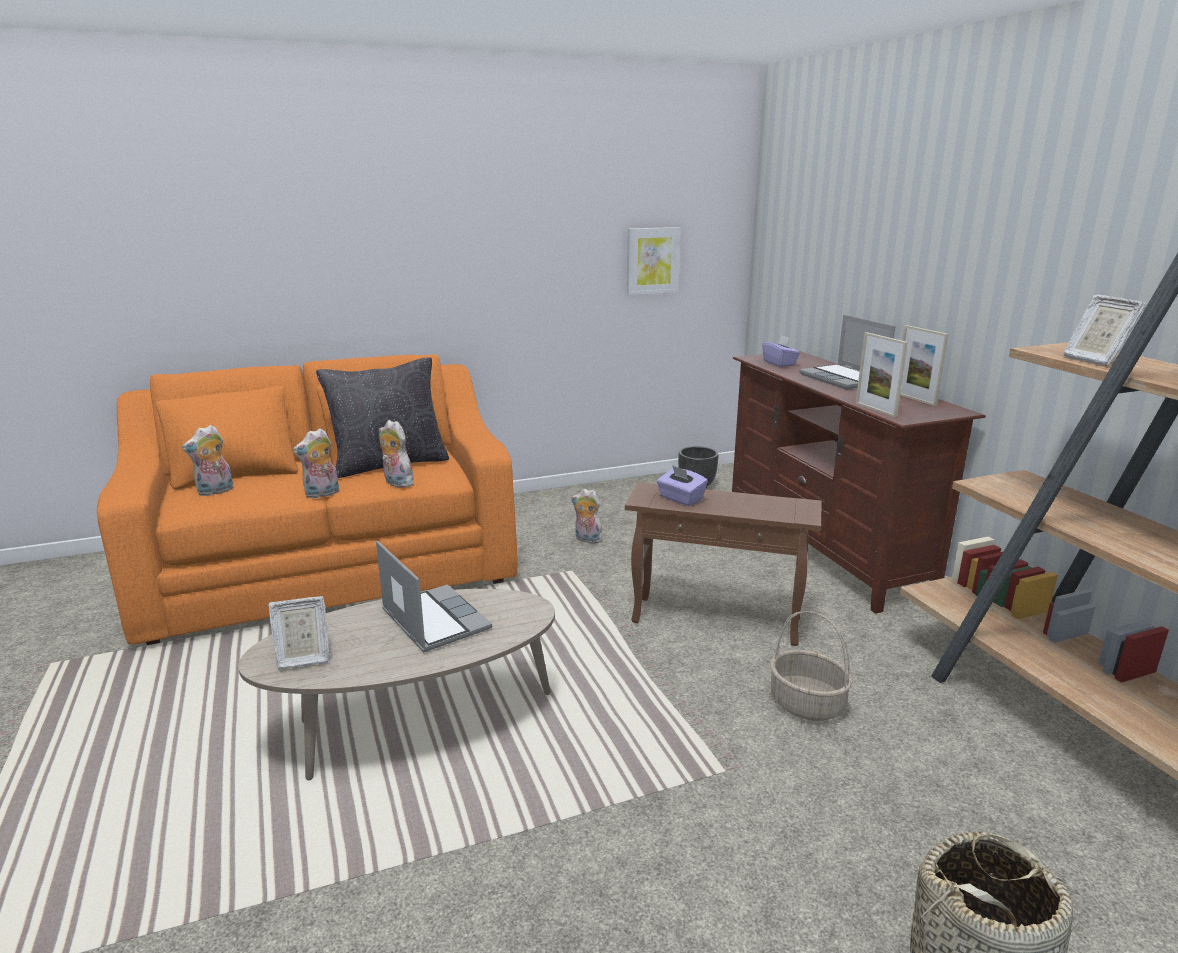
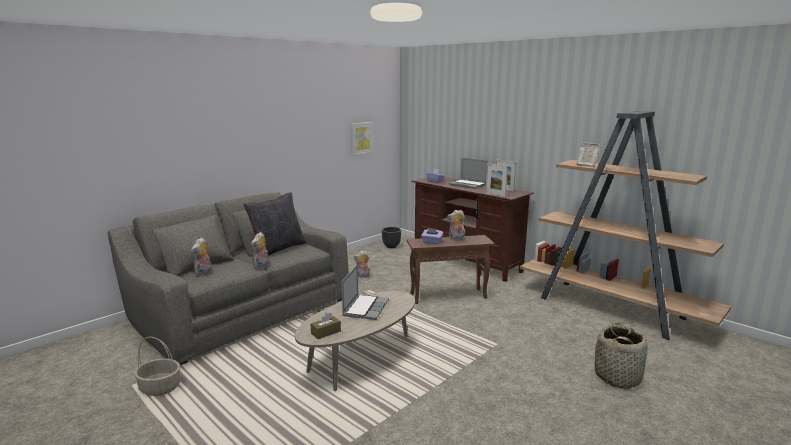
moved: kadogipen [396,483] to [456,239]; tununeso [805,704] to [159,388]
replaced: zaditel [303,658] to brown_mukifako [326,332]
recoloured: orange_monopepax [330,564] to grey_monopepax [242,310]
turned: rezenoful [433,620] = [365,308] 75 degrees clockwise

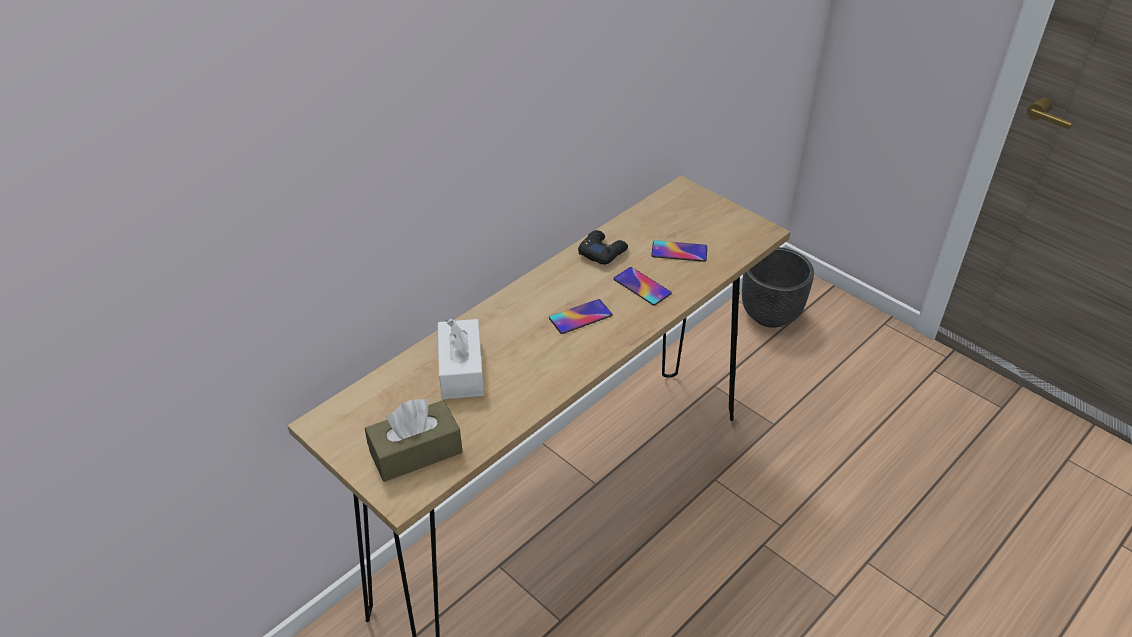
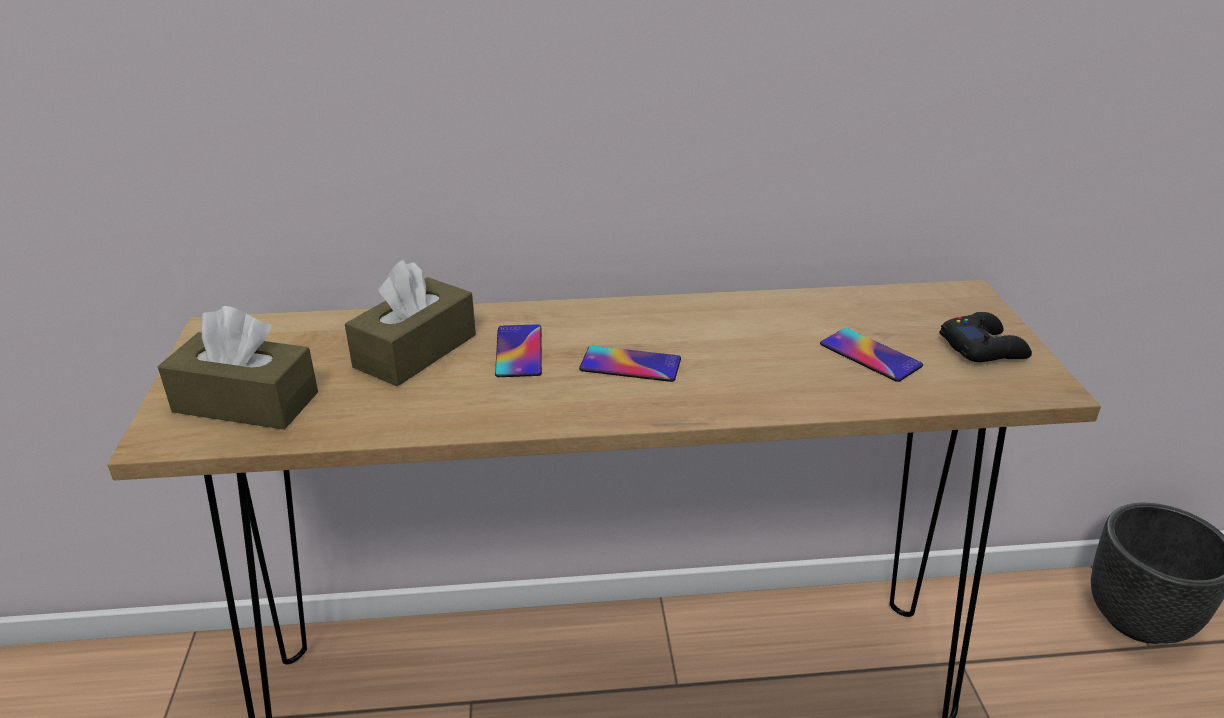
moved: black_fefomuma [602,252] to [983,348]; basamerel [642,286] to [519,351]
recoloured: white_mukifako [461,370] to brown_mukifako [415,351]

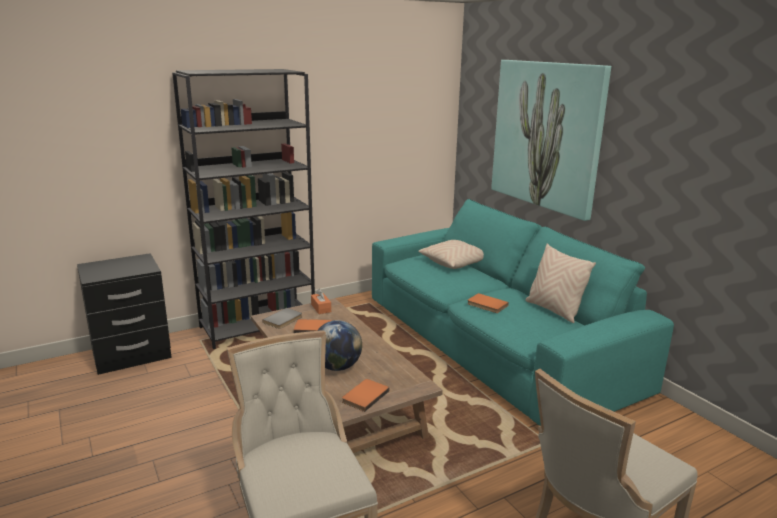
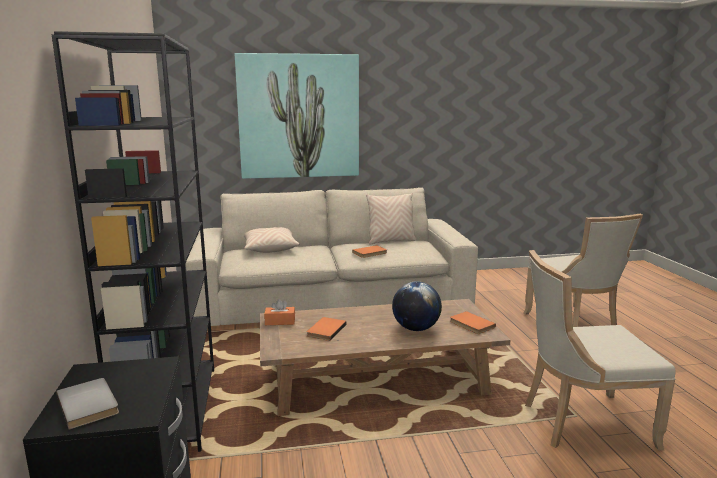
moved: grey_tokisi [284,320] to [90,404]
recoloured: turquoise_monopepax [491,343] to beige_monopepax [332,300]

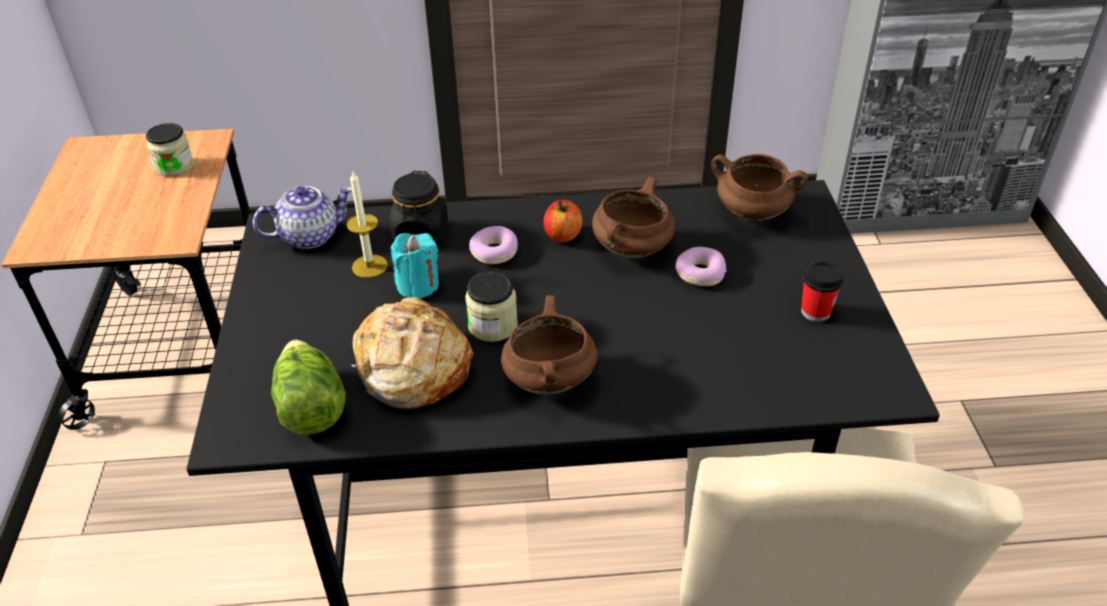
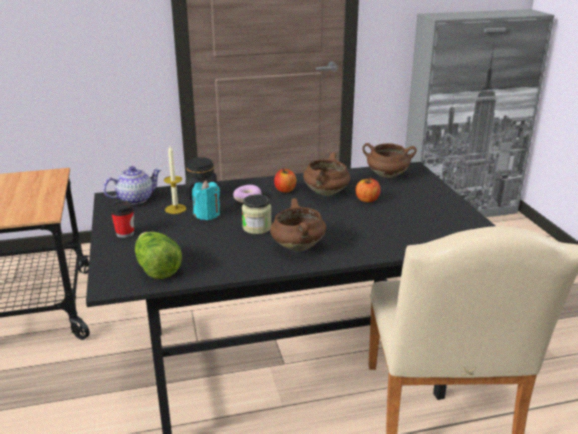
removed: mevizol [175,166]; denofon [412,368]
moved: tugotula [815,312] to [125,233]
replaced: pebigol [699,273] to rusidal [367,200]

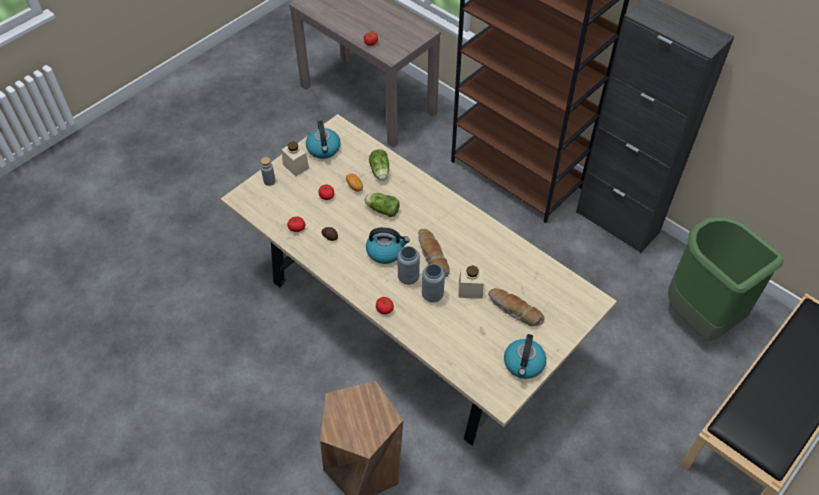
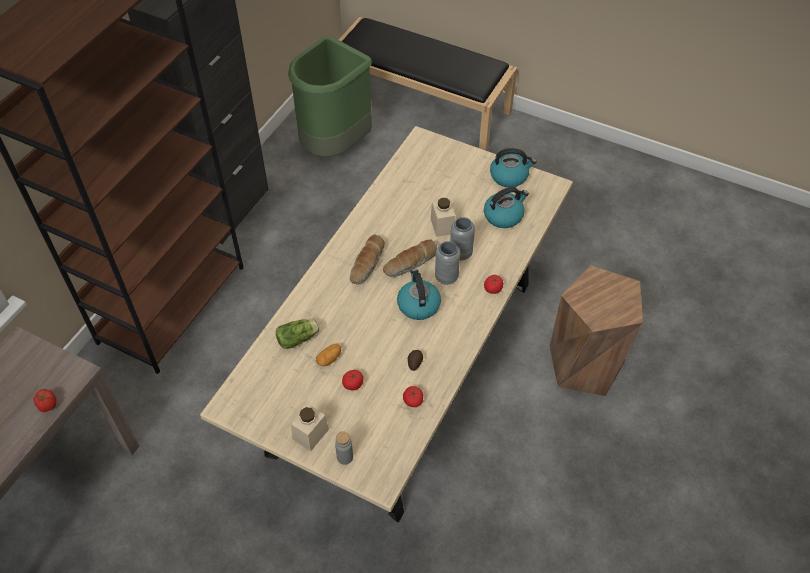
removed: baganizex [381,209]
moved: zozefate [324,149] to [504,215]; denofon [514,311] to [368,264]

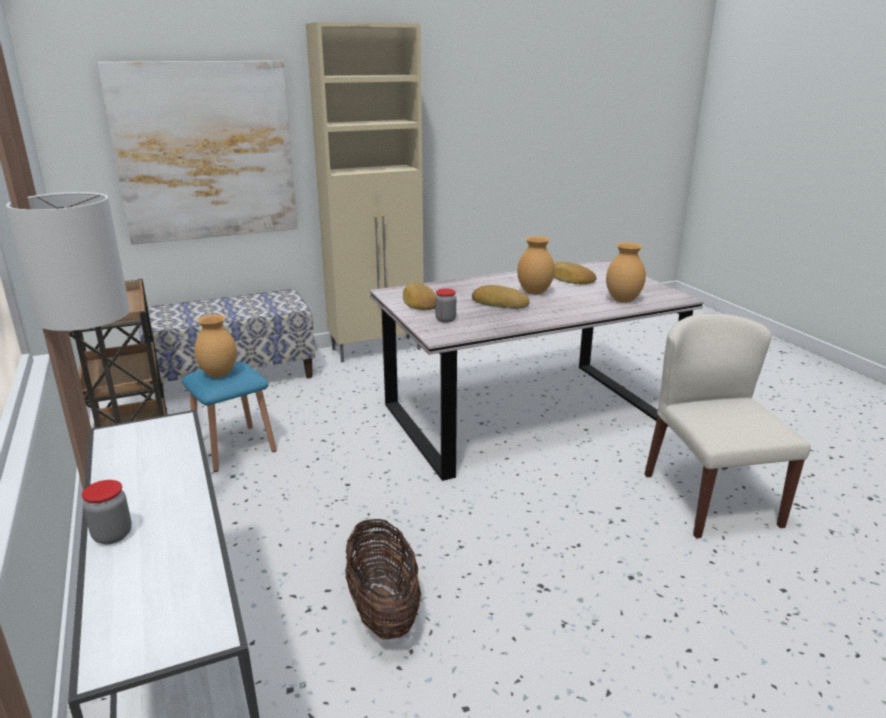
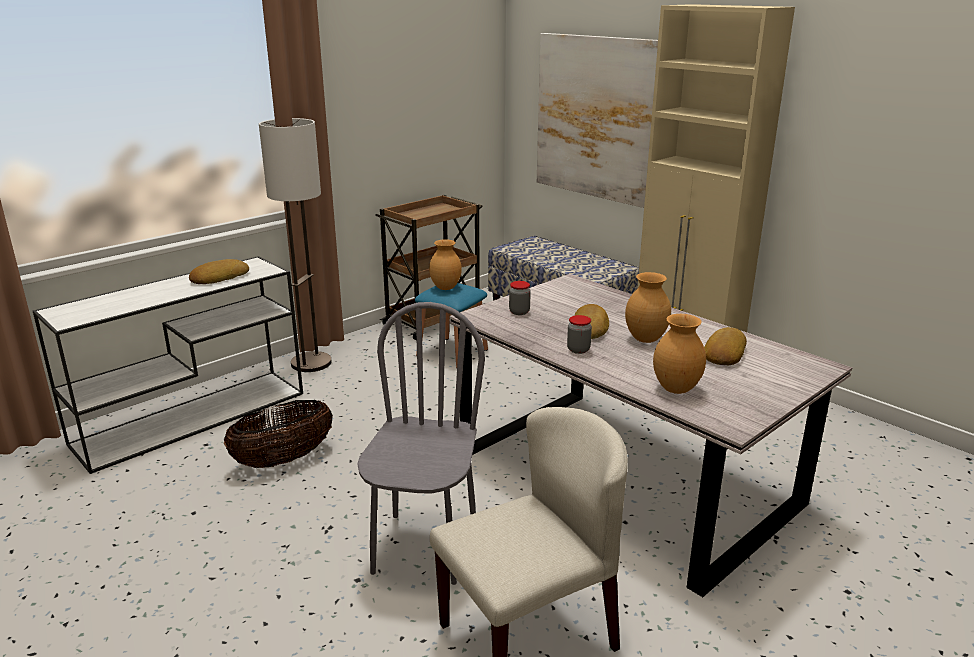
added: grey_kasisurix [424,548]
moved: mevizol [112,535] to [578,350]; denofon [419,302] to [219,277]

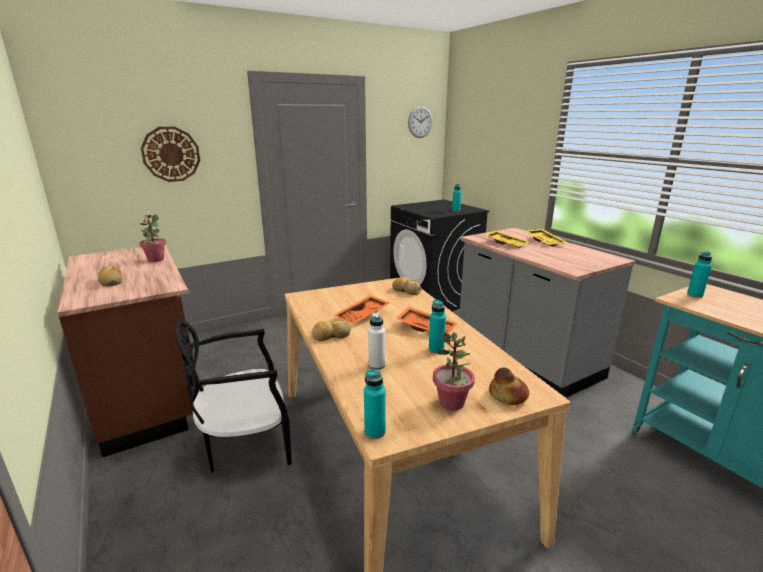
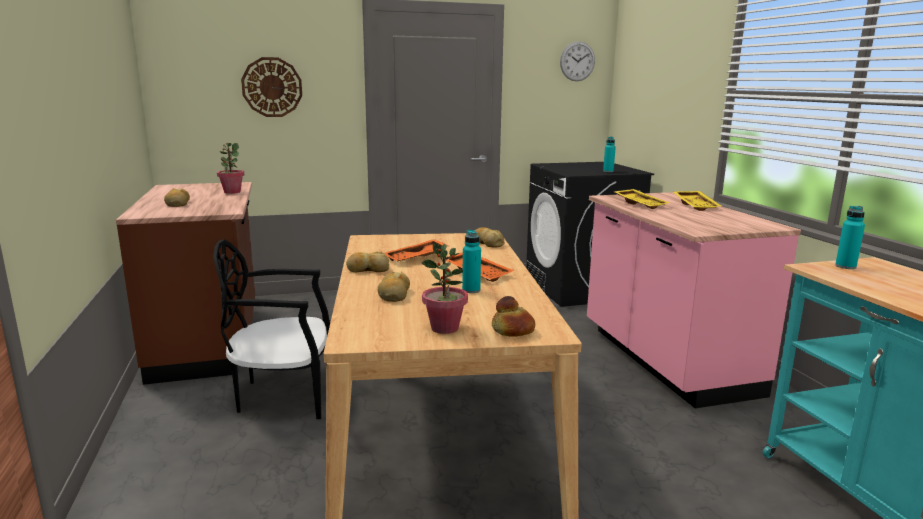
removed: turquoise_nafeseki [374,432]
replaced: white_nafeseki [376,365] to denofon [394,294]
recoloured: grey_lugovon [525,357] to pink_lugovon [665,361]

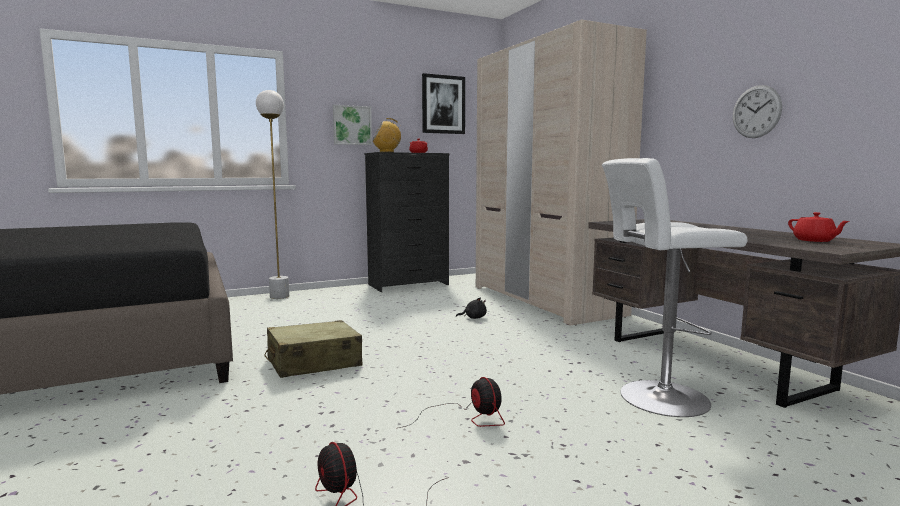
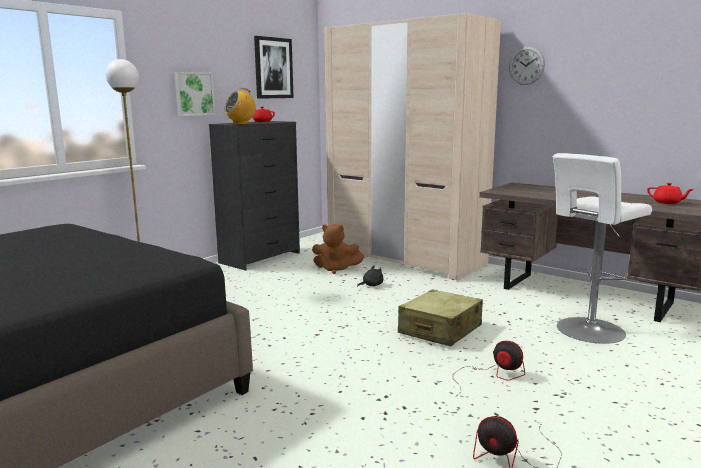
added: brown_kadogipen [336,269]
moved: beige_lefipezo [313,363] to [440,330]; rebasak [756,112] to [526,65]

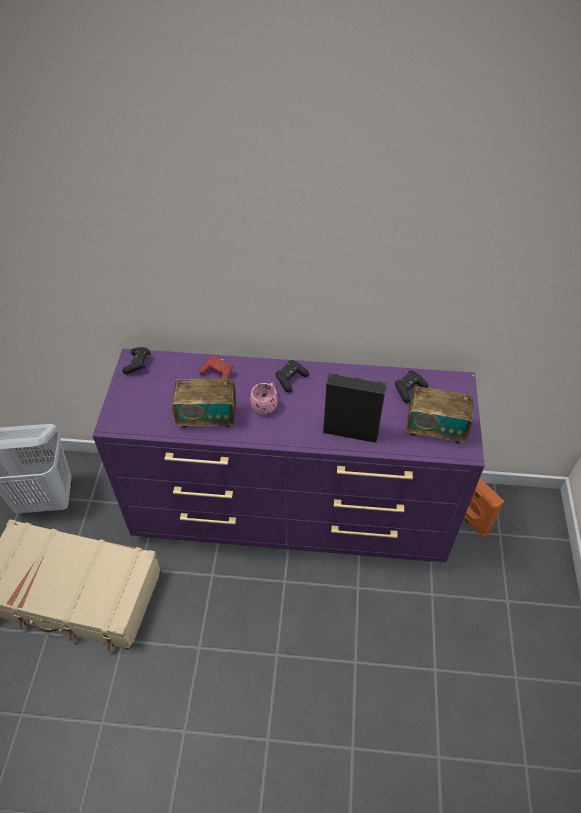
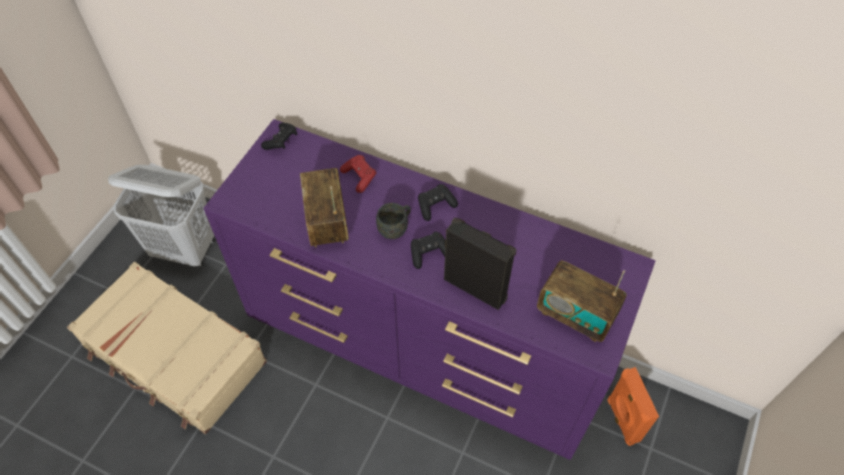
moved: black_fefomuma [409,390] to [429,253]
recoloured: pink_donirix [266,405] to grey_donirix [395,228]
turned: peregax [207,417] = [327,222] 60 degrees clockwise

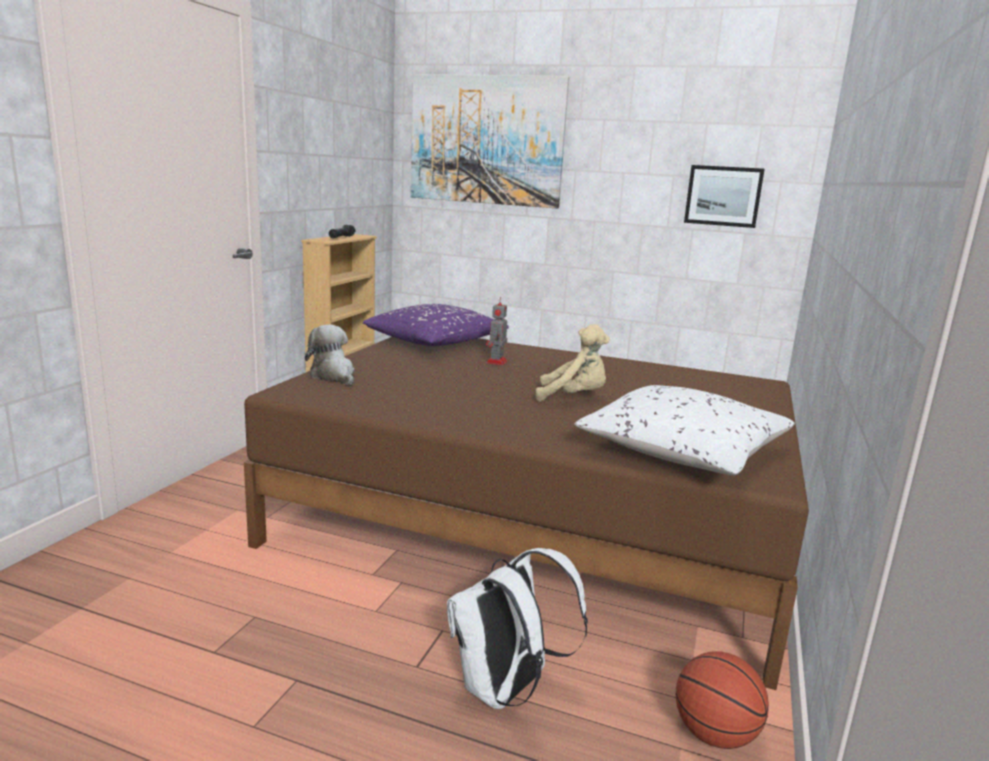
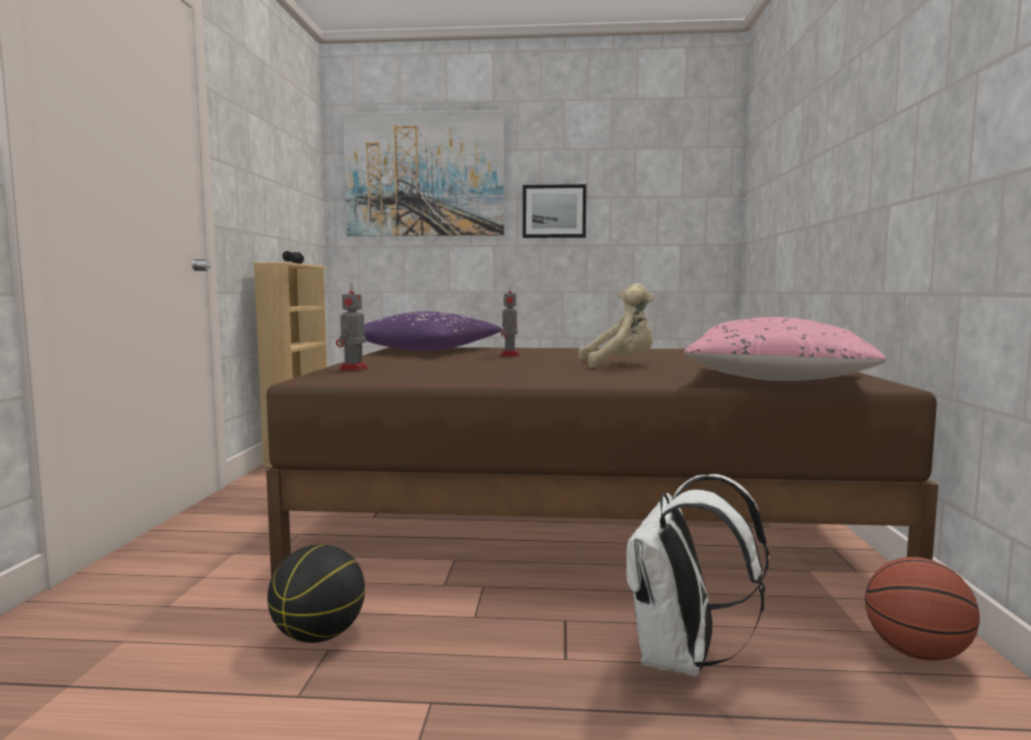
added: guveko [318,636]
moved: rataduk [723,196] to [554,211]
replaced: kadogipen [333,376] to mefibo [353,369]
recoloured: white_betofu [683,452] to pink_betofu [778,379]

